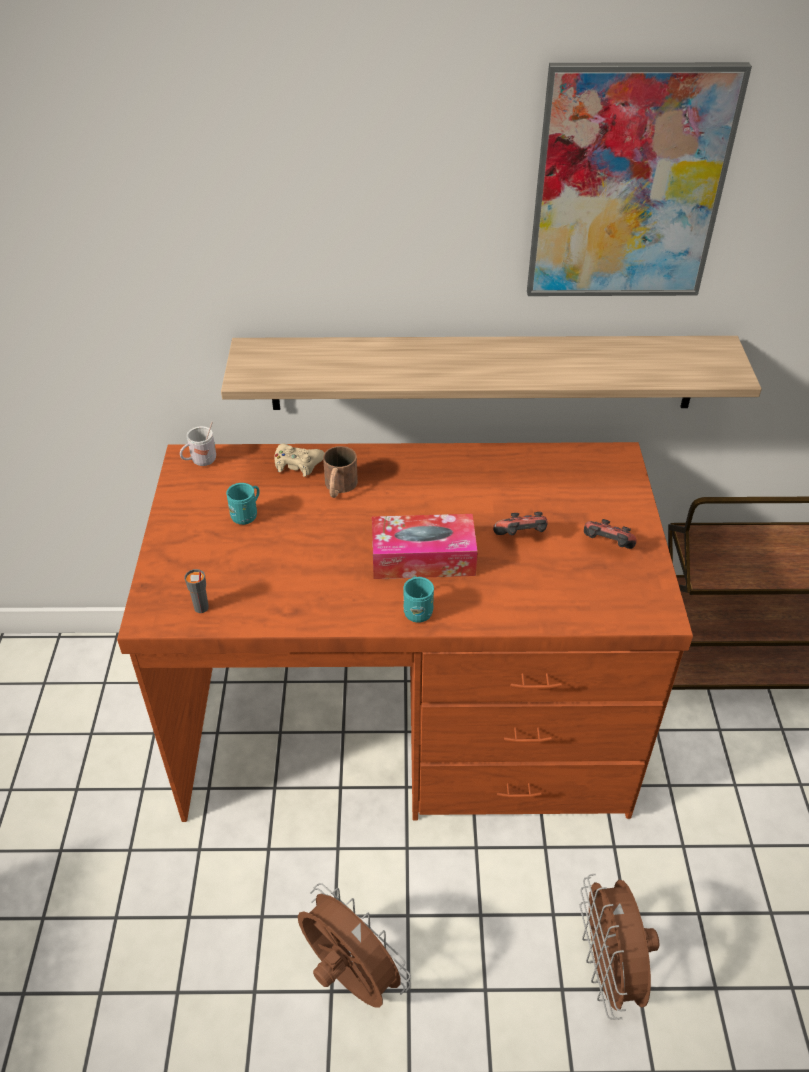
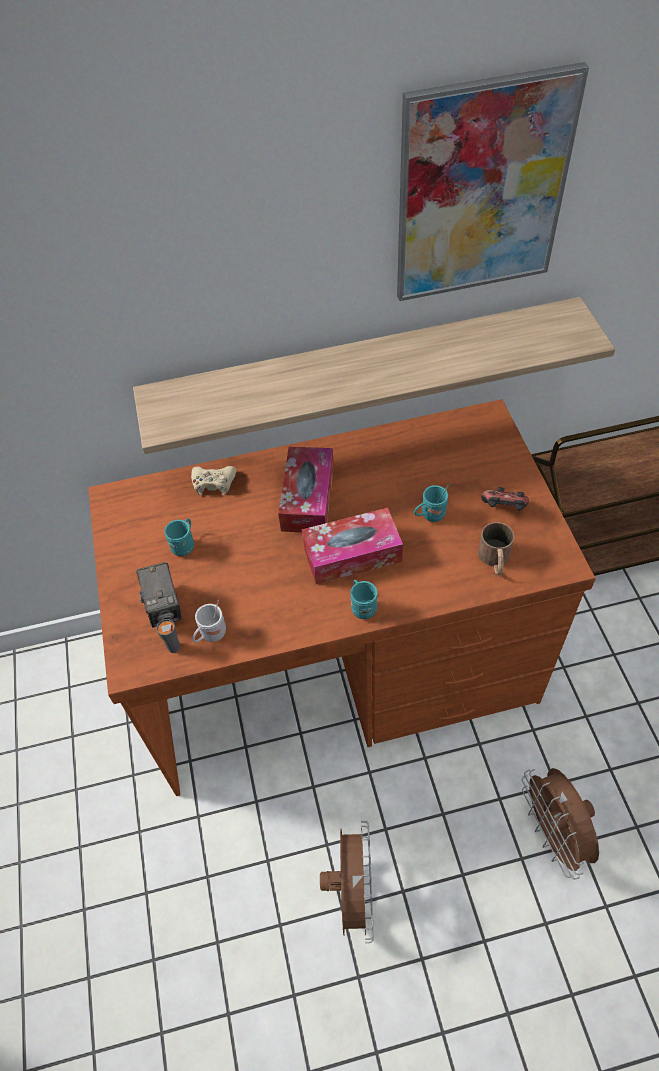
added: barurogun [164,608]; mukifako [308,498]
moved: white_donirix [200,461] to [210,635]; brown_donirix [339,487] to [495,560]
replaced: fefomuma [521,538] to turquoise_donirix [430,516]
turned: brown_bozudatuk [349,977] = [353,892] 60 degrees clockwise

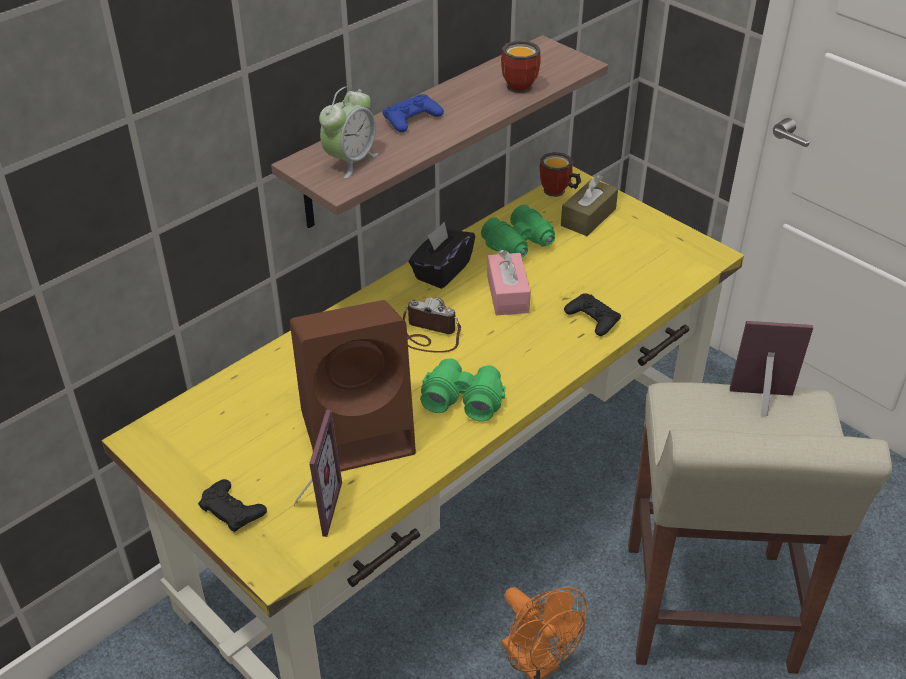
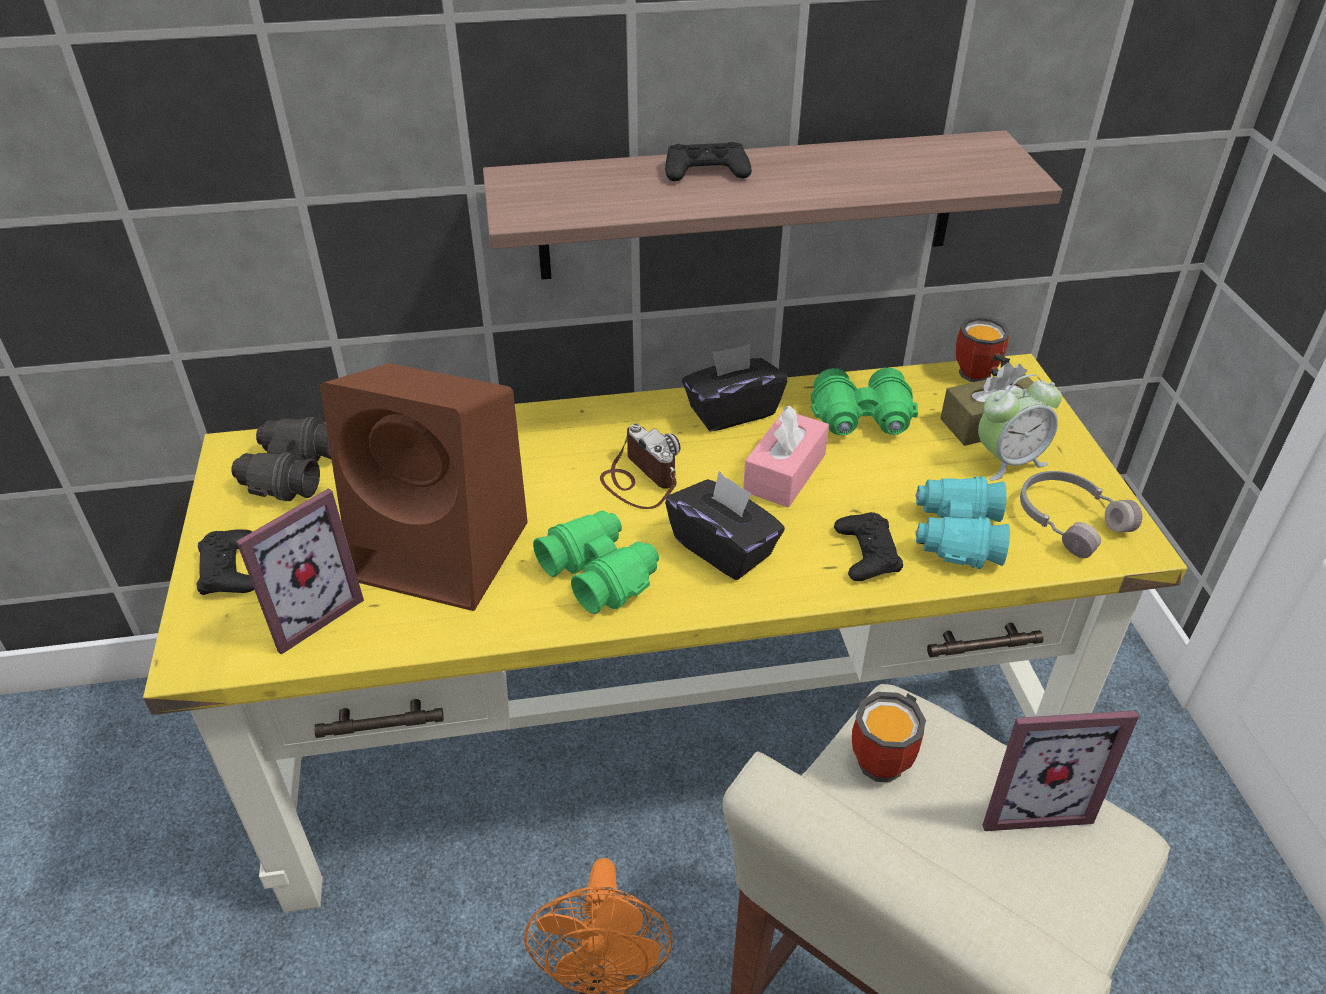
added: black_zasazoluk [290,472]; black_mukifako [723,548]; turquoise_zasazoluk [956,535]; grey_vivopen [1069,519]
moved: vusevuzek [350,161] to [1008,461]; donirix [521,84] to [888,758]
recoloured: blue_fefomuma [412,119] to black_fefomuma [706,171]
turned: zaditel [762,403] = [1028,799] 135 degrees clockwise

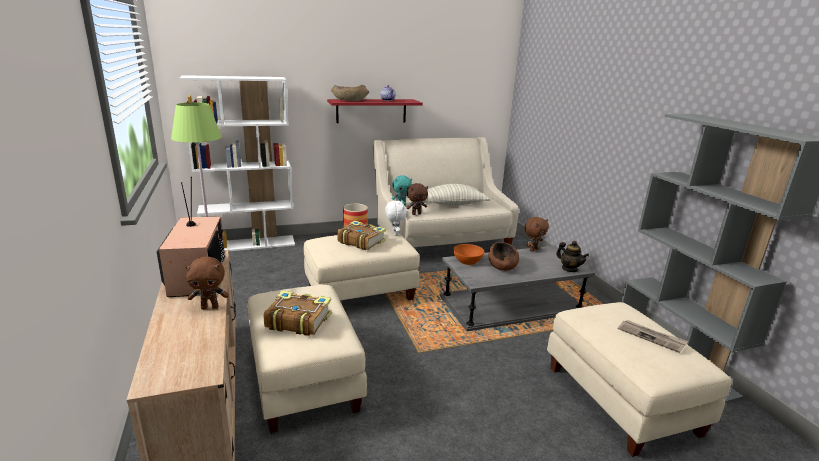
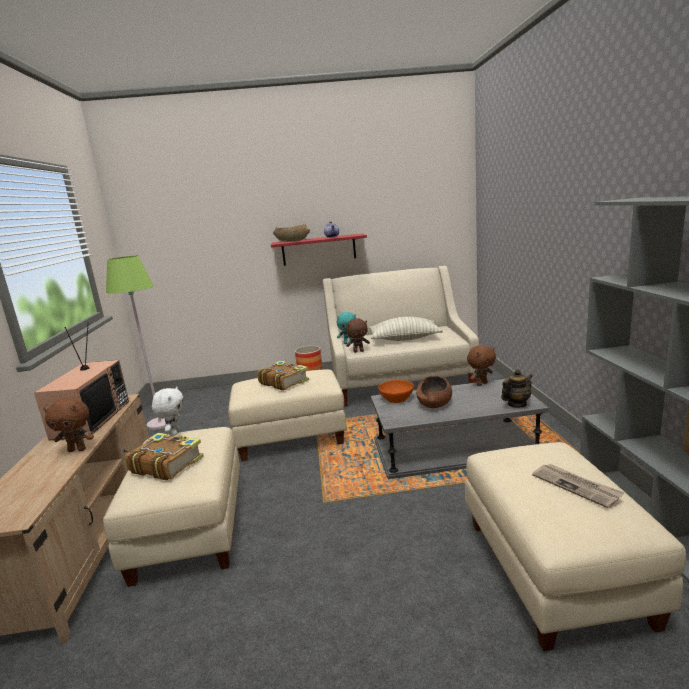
removed: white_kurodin [250,244]
moved: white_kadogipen [394,234] to [174,433]
turned: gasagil [569,269] = [516,404] 90 degrees counterclockwise

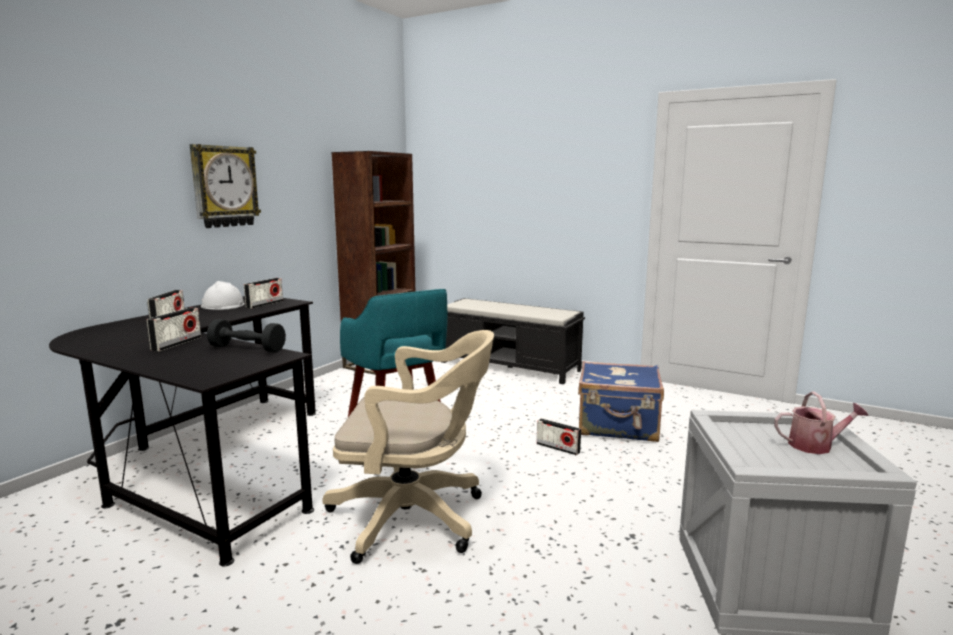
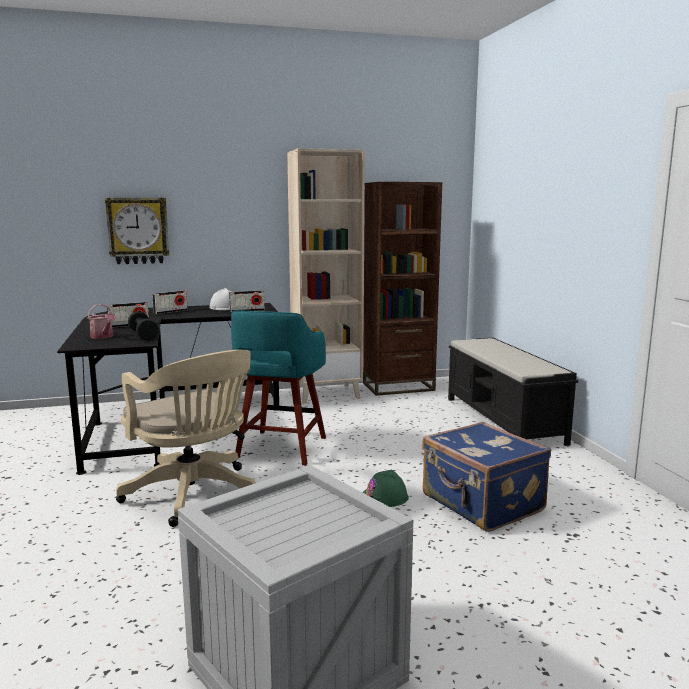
added: beige_kurodin [326,393]
moved: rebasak [224,186] to [138,231]; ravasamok [815,445] to [103,336]
replaced: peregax [558,448] to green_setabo [384,497]

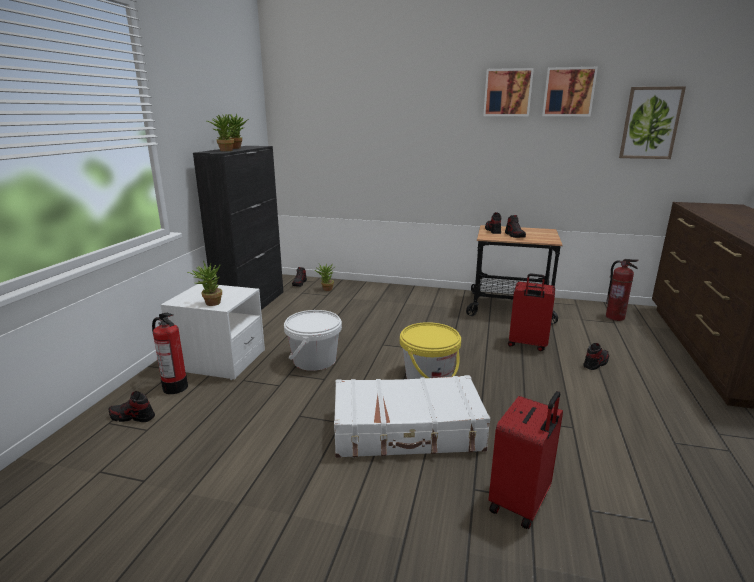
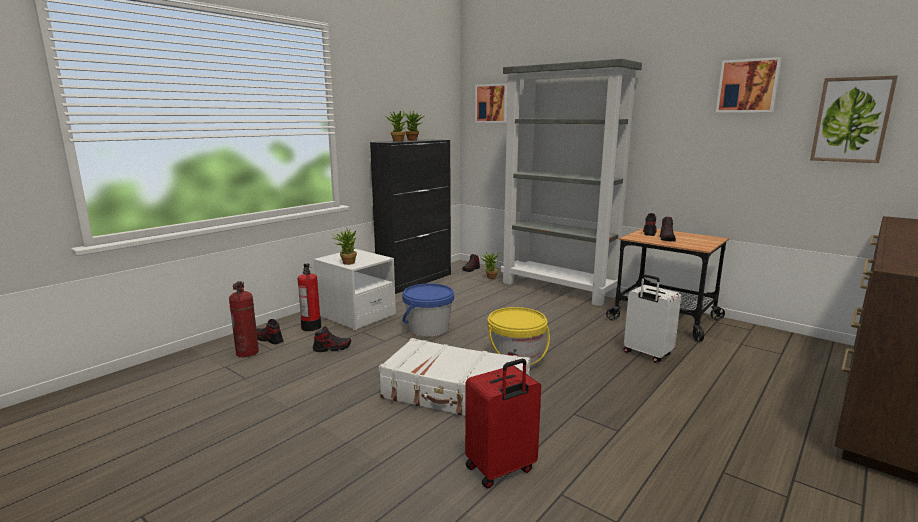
added: grey_kurodin [558,289]
moved: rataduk [507,92] to [492,103]; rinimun [595,363] to [332,348]; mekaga [615,317] to [248,352]
recoloured: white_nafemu [314,360] to blue_nafemu [428,329]; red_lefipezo [527,344] to white_lefipezo [646,354]

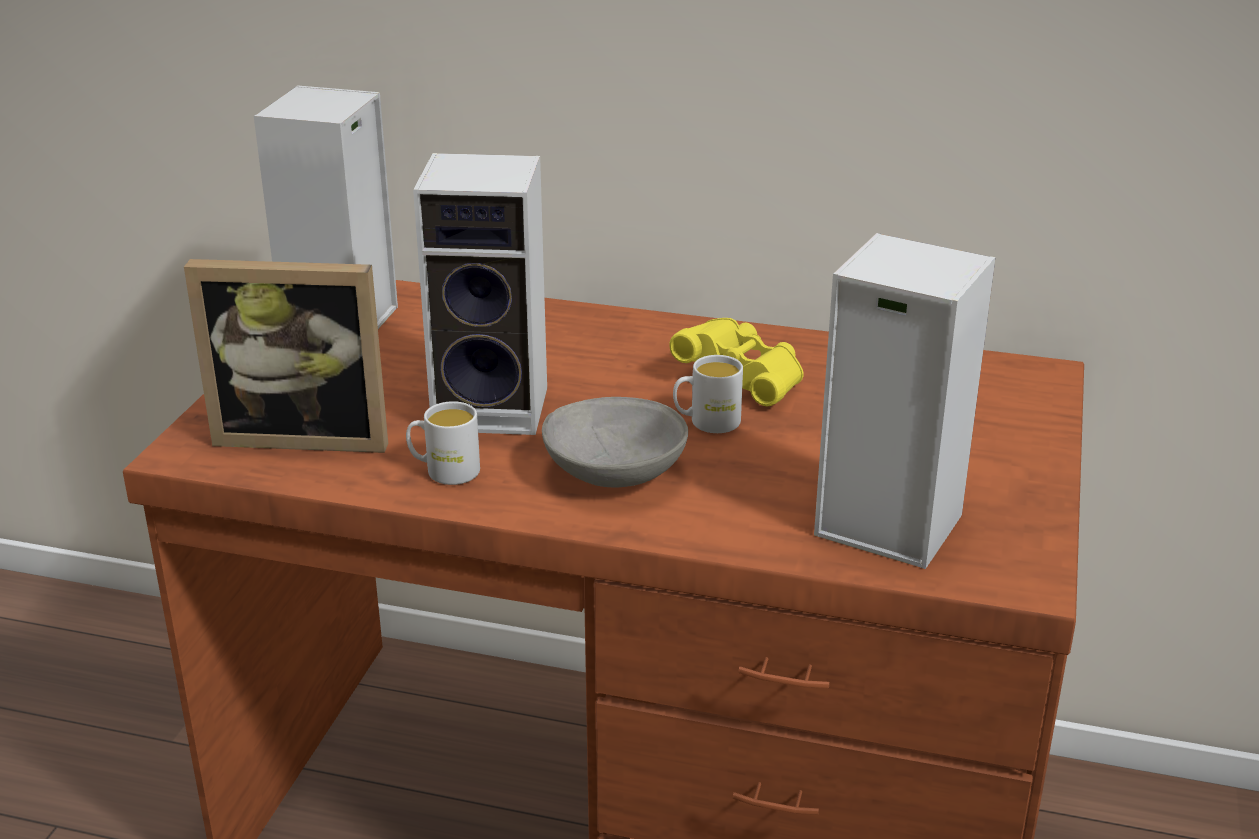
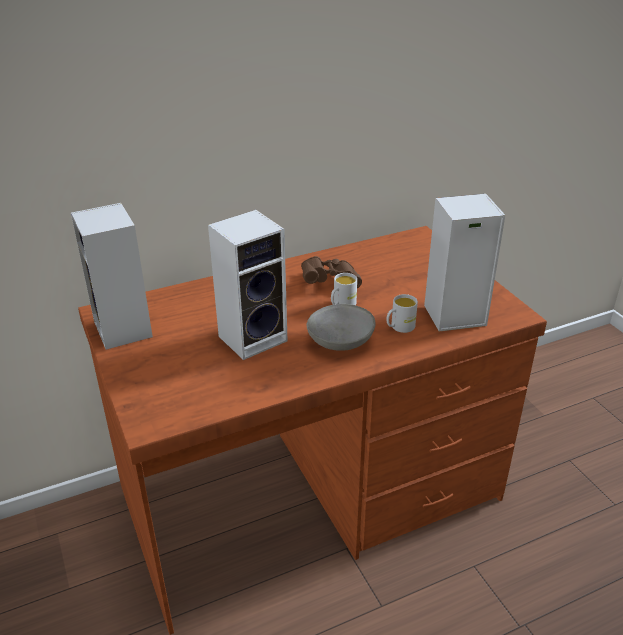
removed: zaditel [305,434]
moved: white_donirix [444,471] to [399,327]
recoloured: yellow_zasazoluk [743,380] to brown_zasazoluk [329,281]

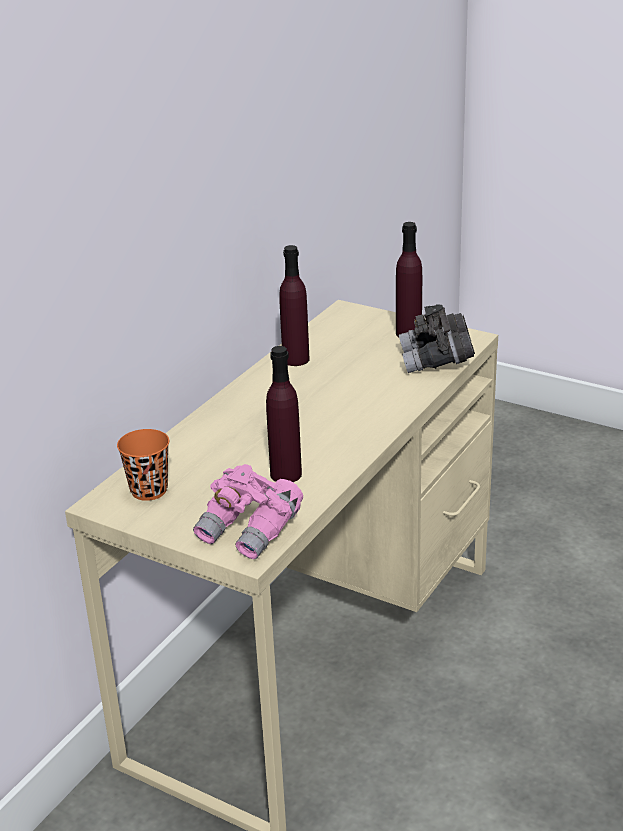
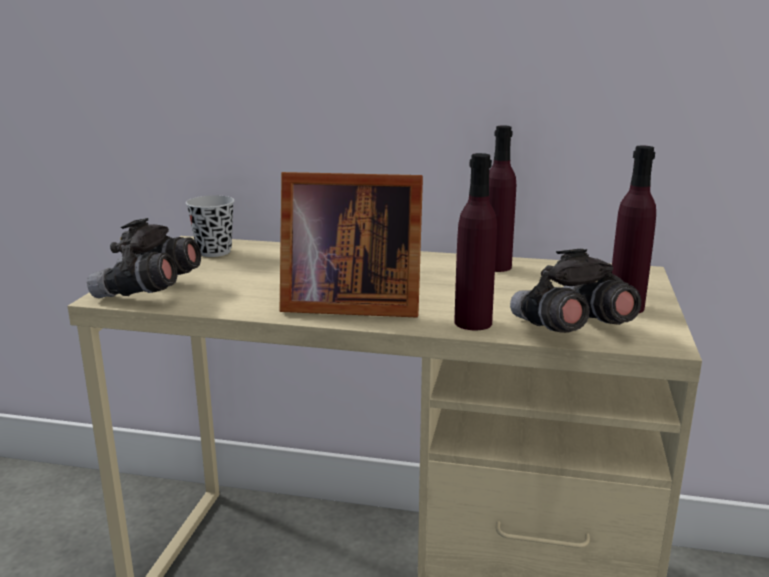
added: zaditel [347,304]
moved: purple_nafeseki [286,474] to [473,322]
recoloured: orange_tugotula [149,490] to black_tugotula [214,252]; pink_zasazoluk [250,531] to grey_zasazoluk [148,292]

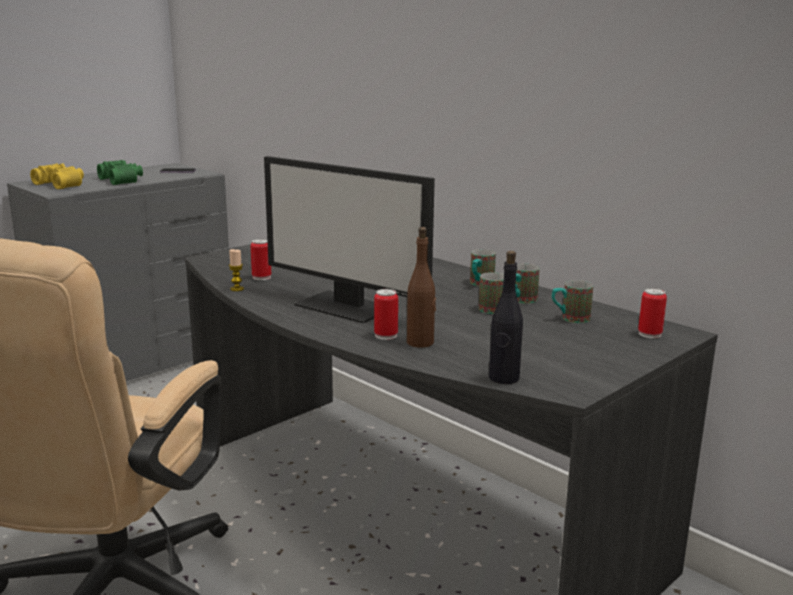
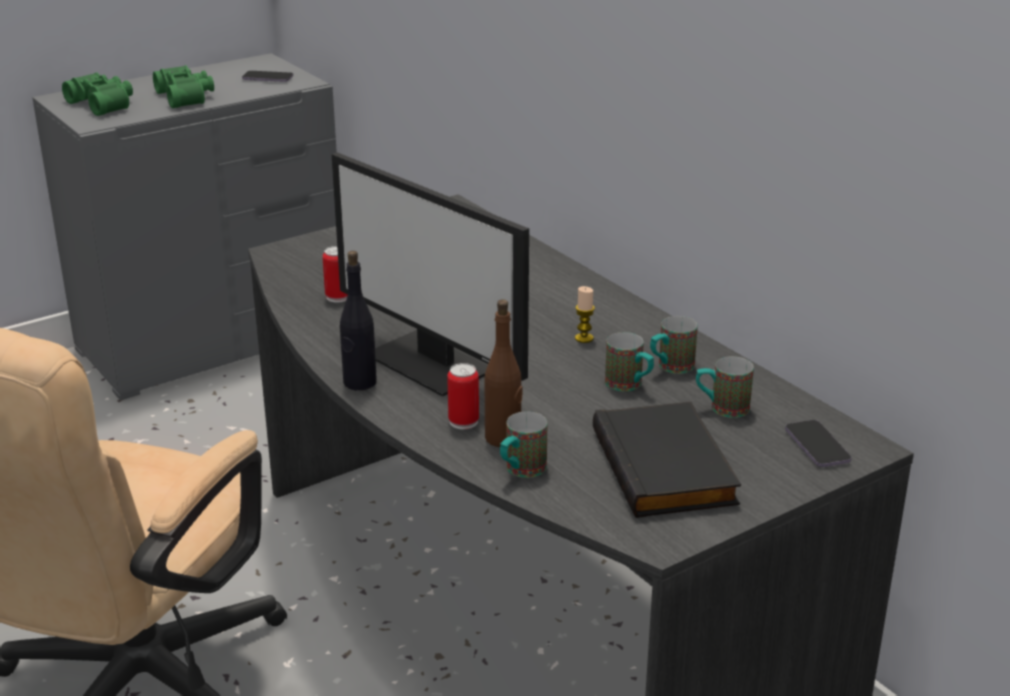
added: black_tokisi [667,467]
moved: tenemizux [237,289] to [584,338]; donirix [479,284] to [520,471]; black_nafeseki [503,378] to [359,382]
replaced: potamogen [649,334] to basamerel [817,446]
recoloured: yellow_zasazoluk [62,184] to green_zasazoluk [104,104]

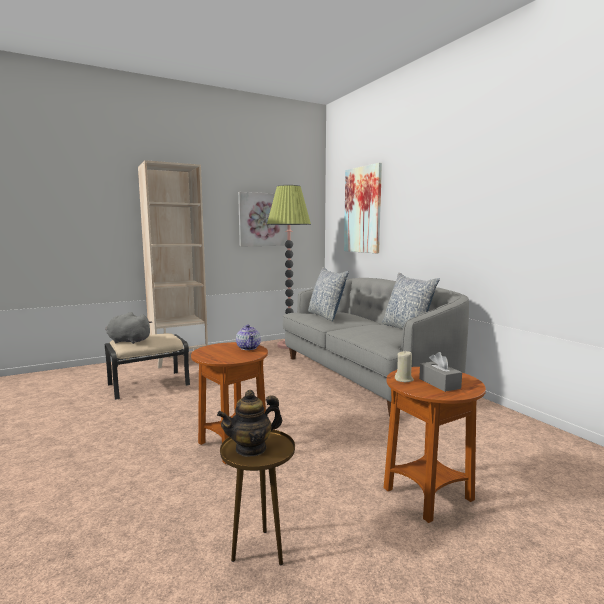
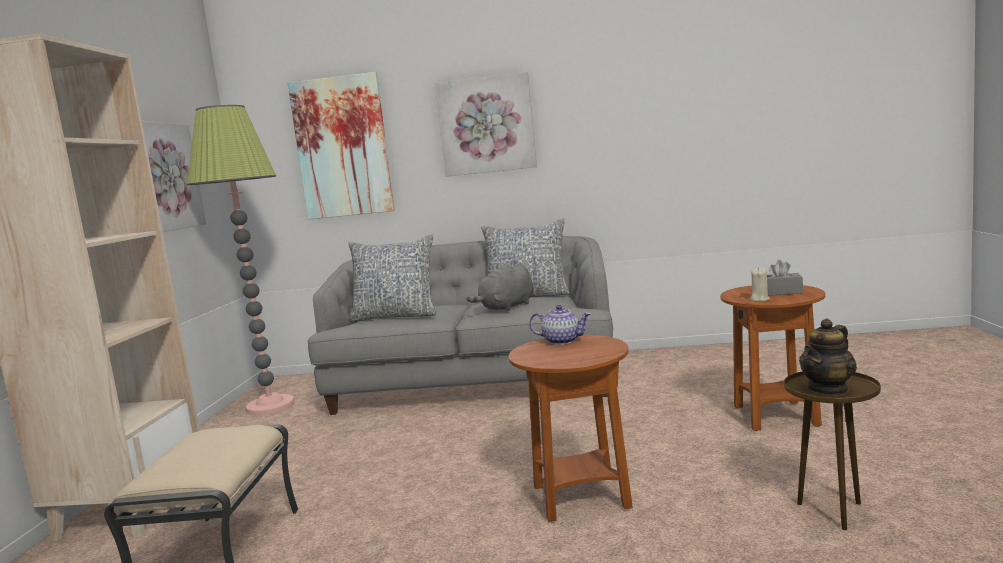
added: rataduk [486,125]
moved: grey_kadogipen [127,341] to [506,308]
turned: gasagil [251,448] = [828,389] 45 degrees clockwise

